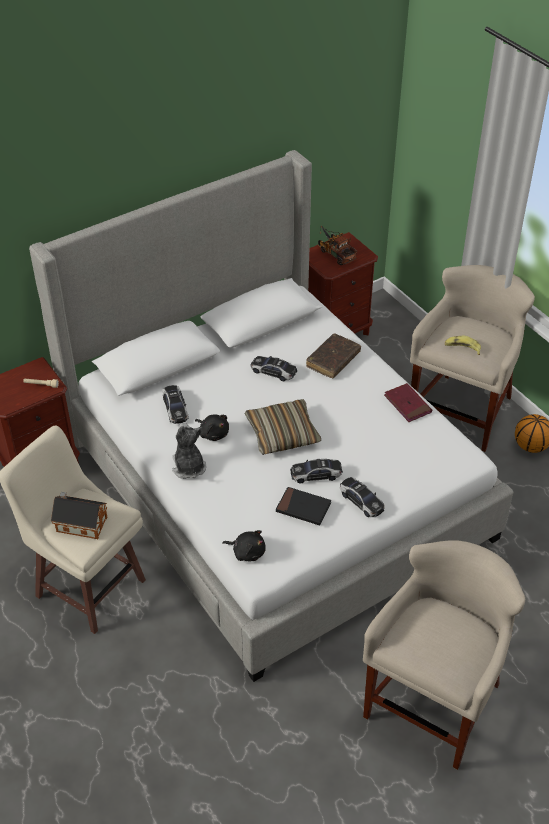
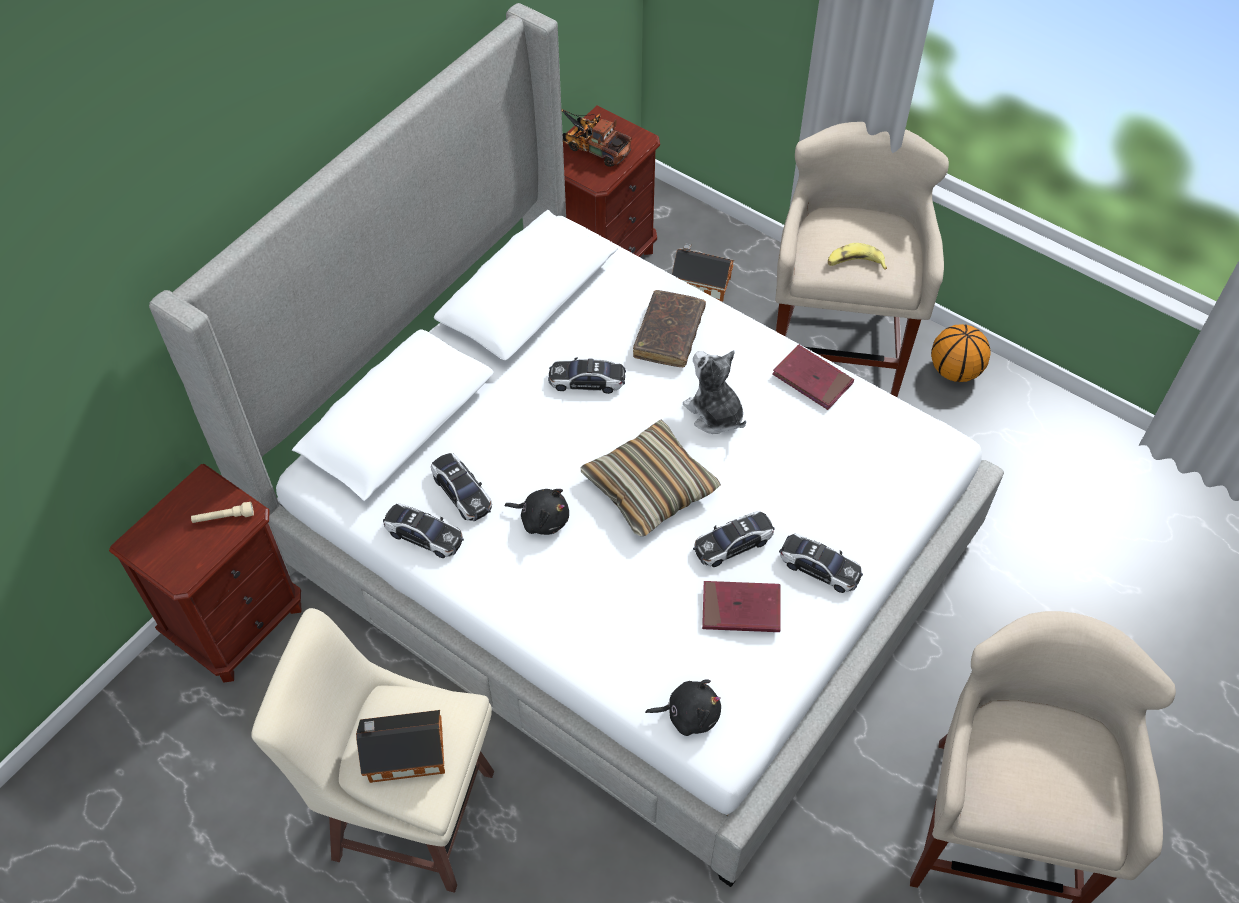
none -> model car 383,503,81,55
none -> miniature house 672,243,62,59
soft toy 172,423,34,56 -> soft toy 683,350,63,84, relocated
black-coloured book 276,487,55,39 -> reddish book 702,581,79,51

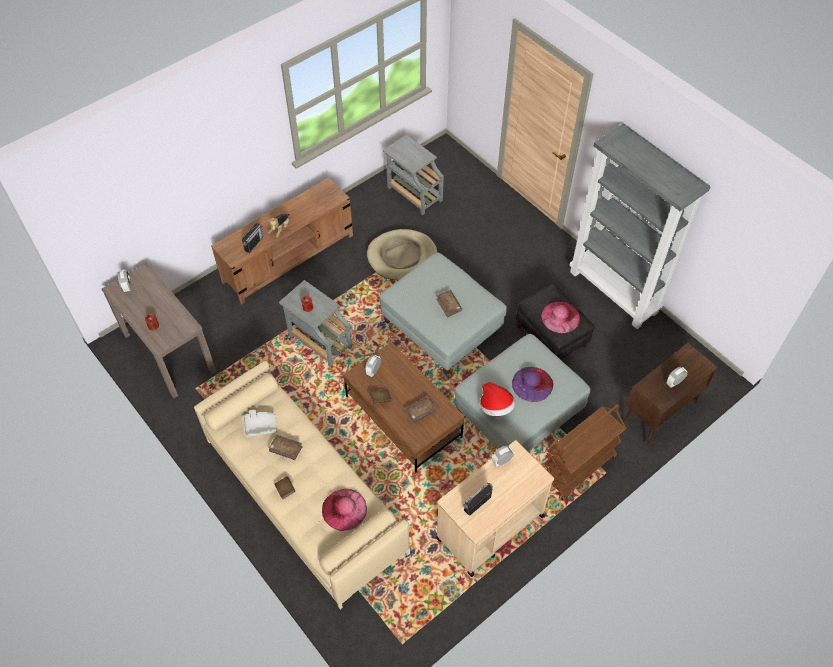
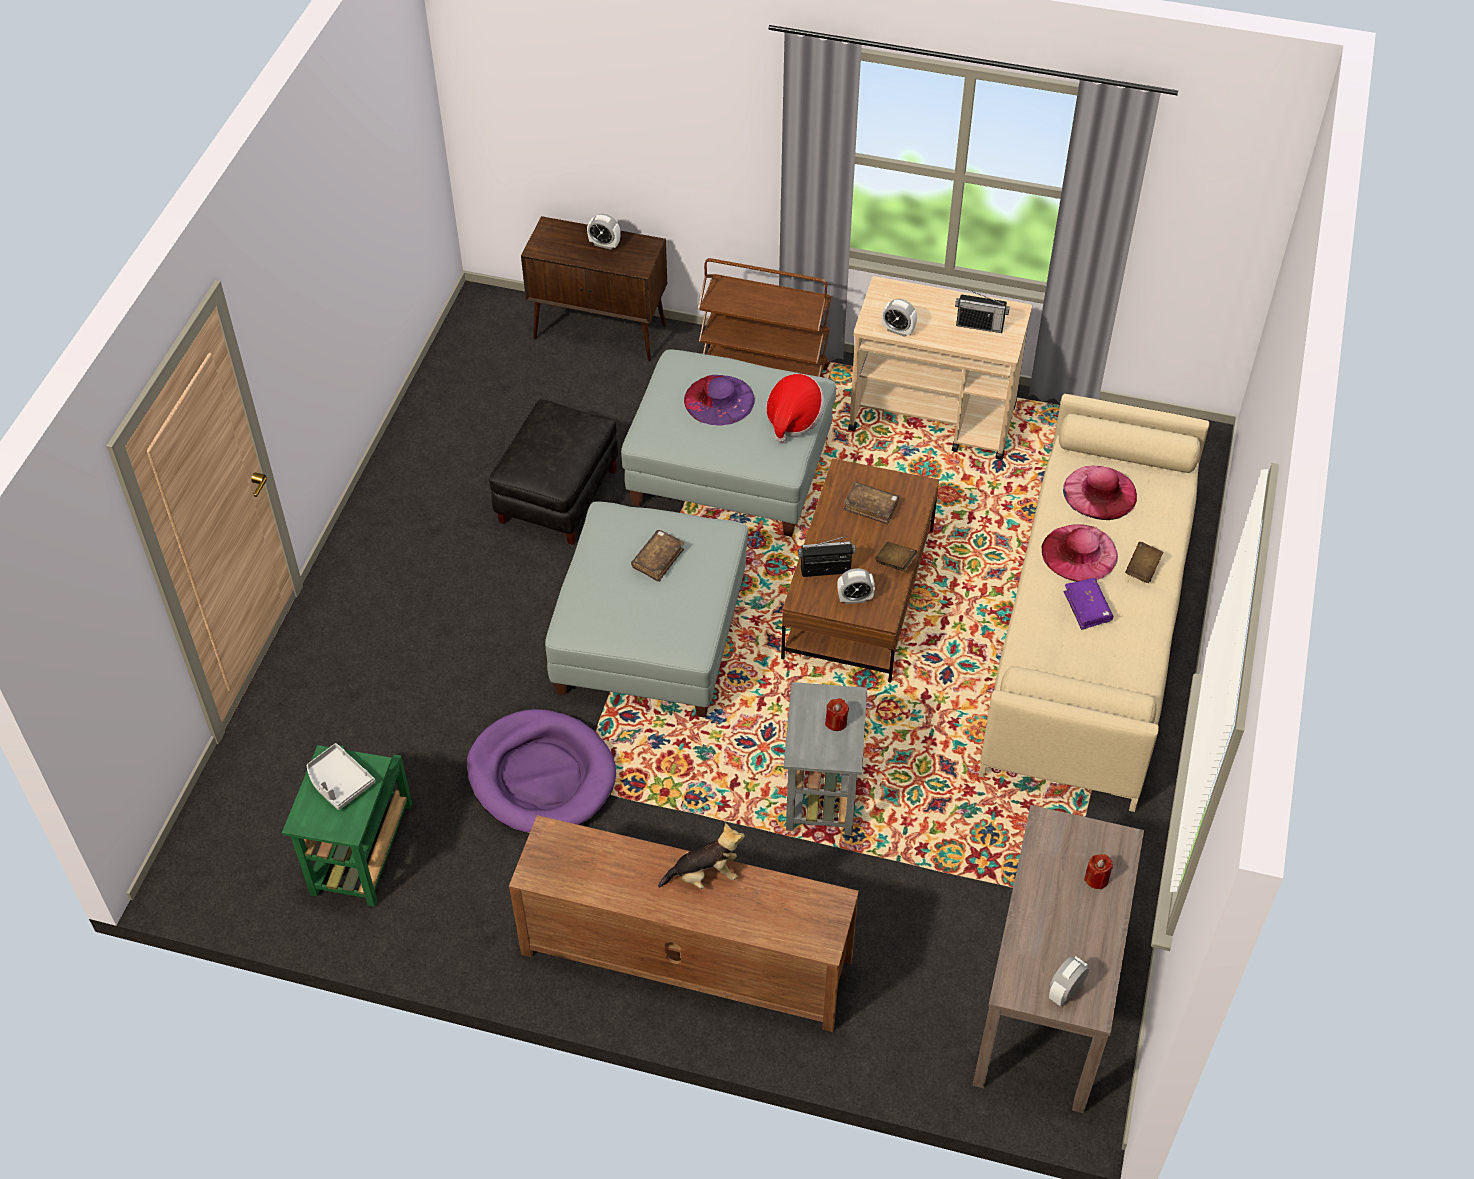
grey accent table 383,135,61,80 -> greenish accent table 282,745,130,162
grey carrying tray 243,410,34,27 -> grey carrying tray 307,743,68,67, relocated
beige dog cushion 367,229,71,51 -> purple-coloured dog cushion 467,709,149,125
radio 242,223,22,30 -> radio 798,536,58,41, relocated
pink-coloured wearable hat 541,302,39,31 -> pink-coloured wearable hat 1042,524,76,58, relocated
brown-coloured book 269,434,34,26 -> purple-coloured book 1064,578,49,52
grey bookcase 569,123,141,206 -> none

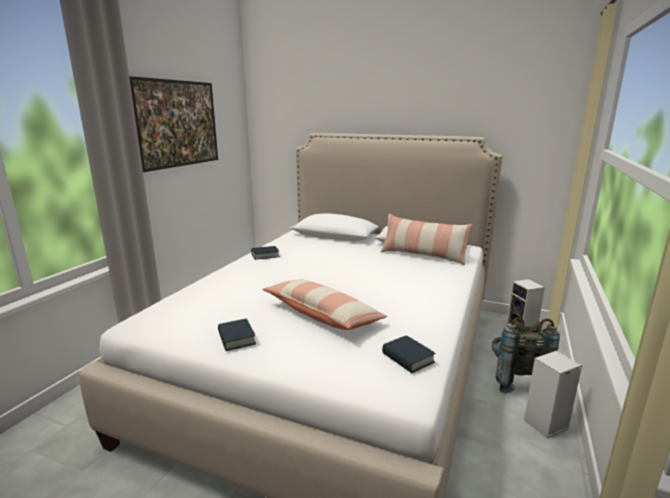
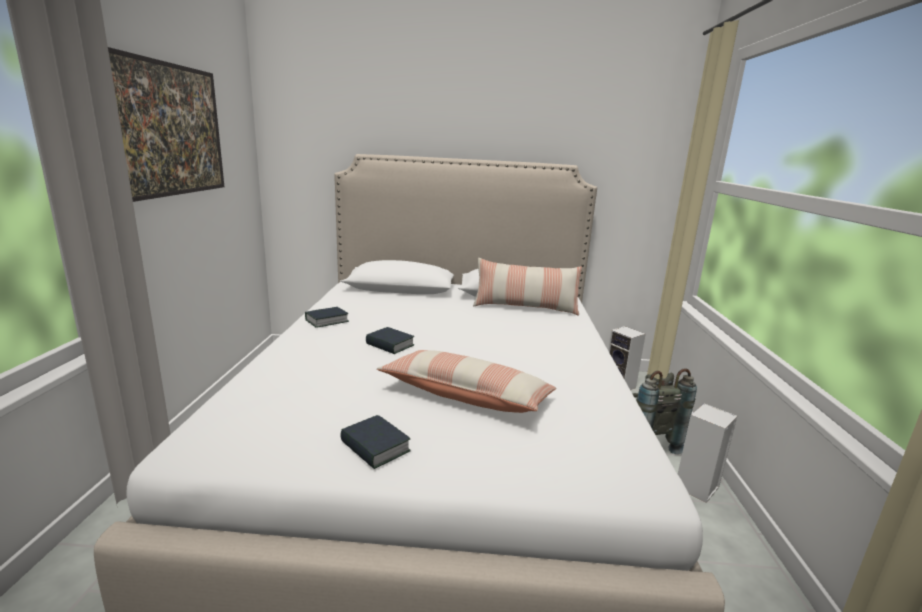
book 382,335,53,38 -> book 366,327,48,27, relocated

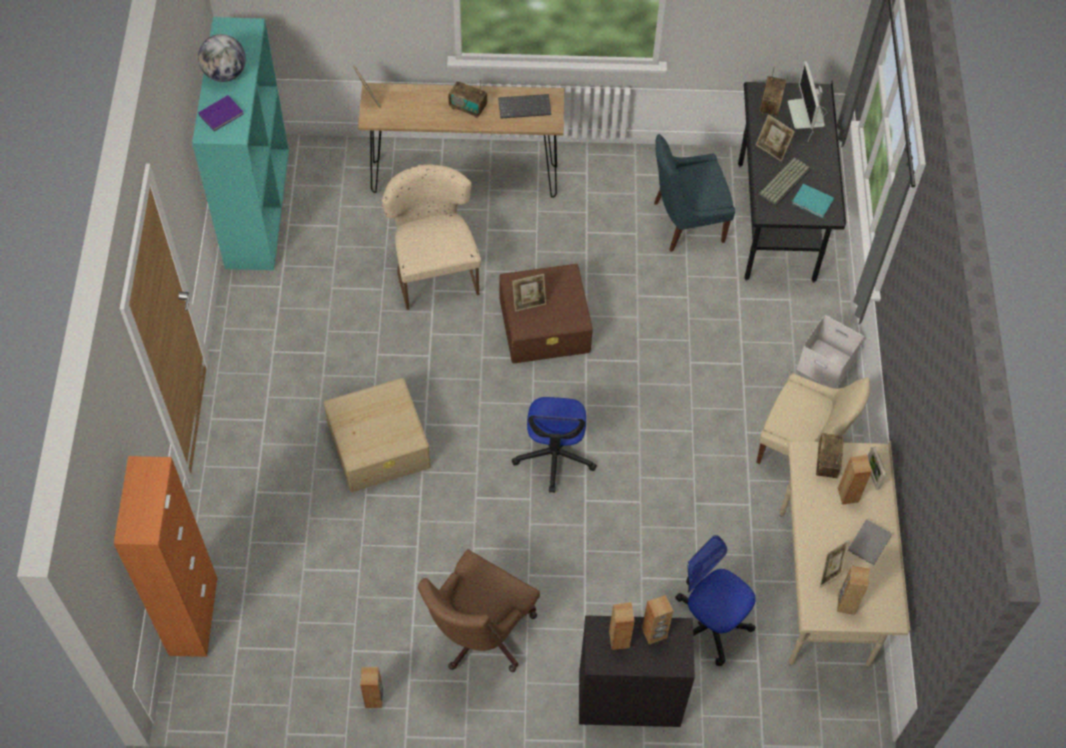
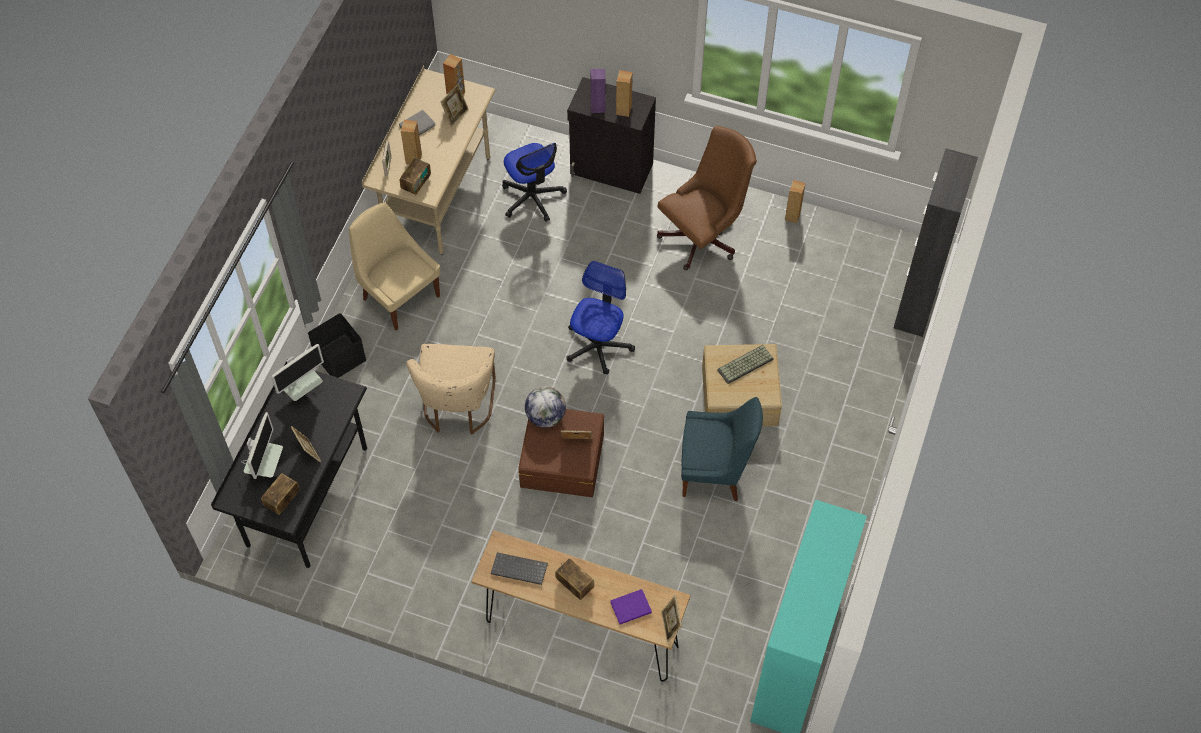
blue-green book 792,184,42,34 -> monitor 271,344,53,57
whitish storage box 797,315,67,73 -> black-coloured storage box 308,313,58,65
beige chair 382,165,99,145 -> beige chair 406,344,90,91, relocated
desk globe 198,34,48,48 -> desk globe 525,386,41,42, relocated
brown-coloured audio speaker 642,595,31,49 -> purple-coloured audio speaker 591,69,15,44
purple-coloured book 198,95,46,37 -> purple-coloured book 610,589,42,36, relocated
blue-coloured chair 654,134,81,118 -> blue-coloured chair 681,397,82,105, relocated
PC keyboard 758,157,54,50 -> PC keyboard 717,345,57,39, relocated
orangey storage cabinet 114,456,103,201 -> black-coloured storage cabinet 894,149,84,188

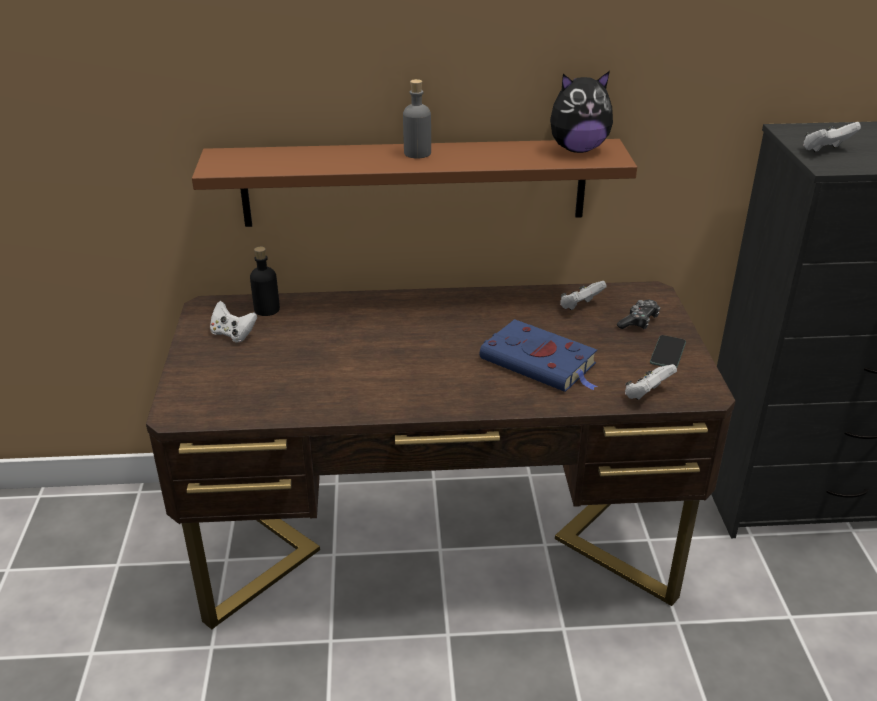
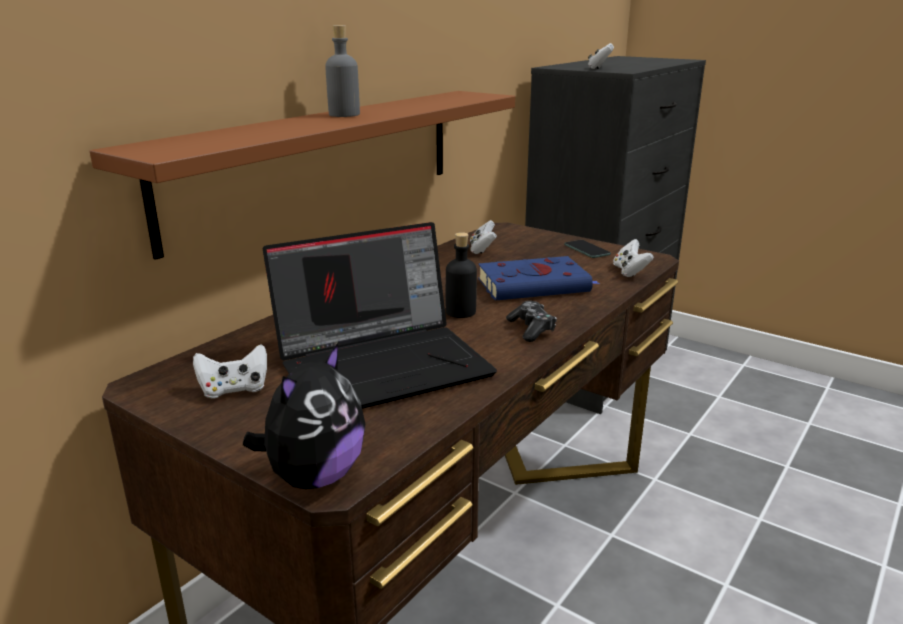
soft toy 550,71,63,82 -> soft toy 243,342,122,147, relocated
none -> laptop 263,222,234,187
black-coloured beverage bottle 250,247,30,69 -> black-coloured beverage bottle 446,232,31,86, relocated
gamepad 617,300,44,29 -> gamepad 506,301,51,41, relocated

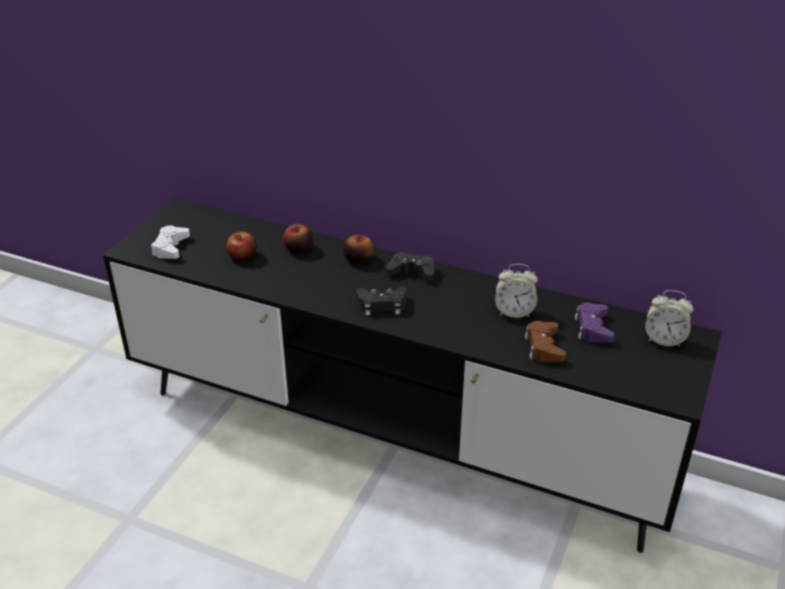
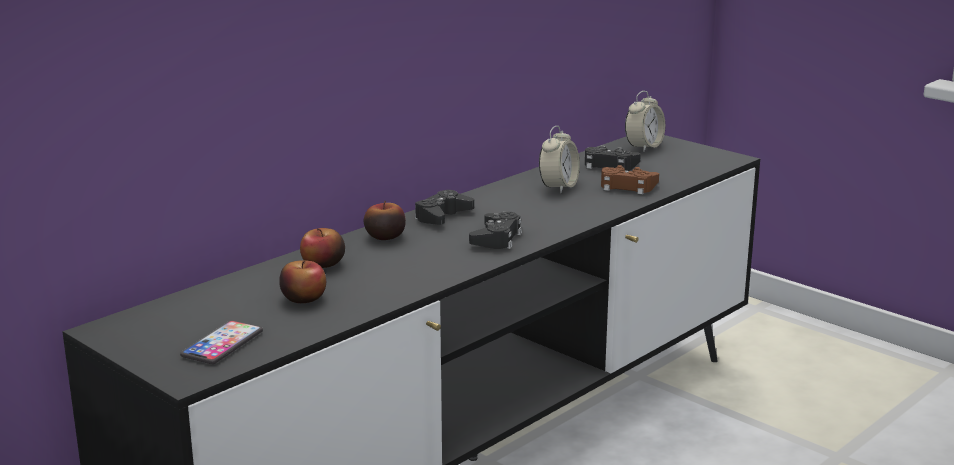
whitish gamepad 151,226,39,33 -> telephone 180,320,83,44
purple-coloured gamepad 575,303,39,40 -> black-coloured gamepad 585,145,56,26

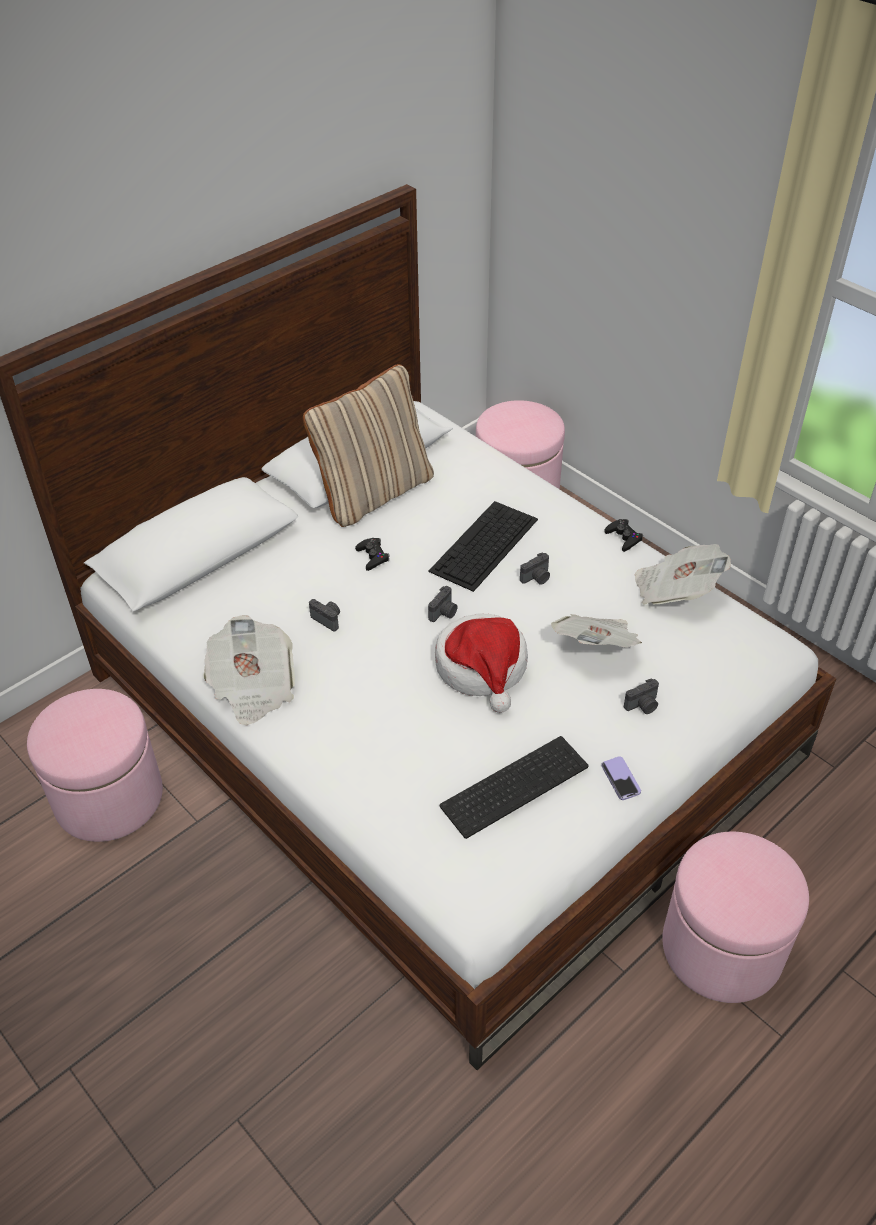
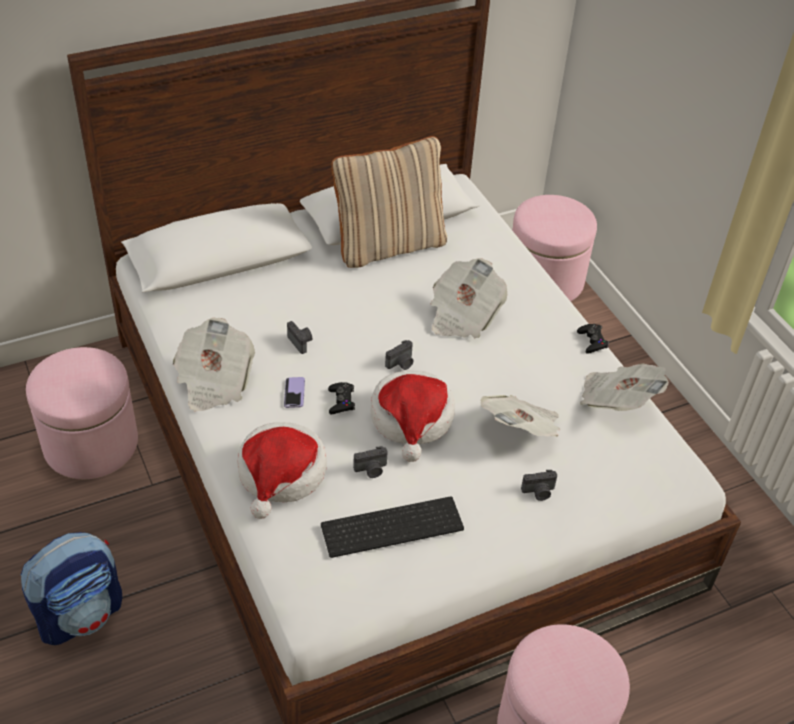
none -> rucksack 21,532,101,113
none -> wearable hat 237,422,90,97
telephone 602,756,39,44 -> telephone 284,377,21,31, relocated
black-coloured gamepad 355,538,35,33 -> black-coloured gamepad 328,382,27,32, relocated
photo camera 520,553,30,32 -> photo camera 353,446,35,32, relocated
PC keyboard 428,501,110,91 -> daily paper 430,258,78,80

